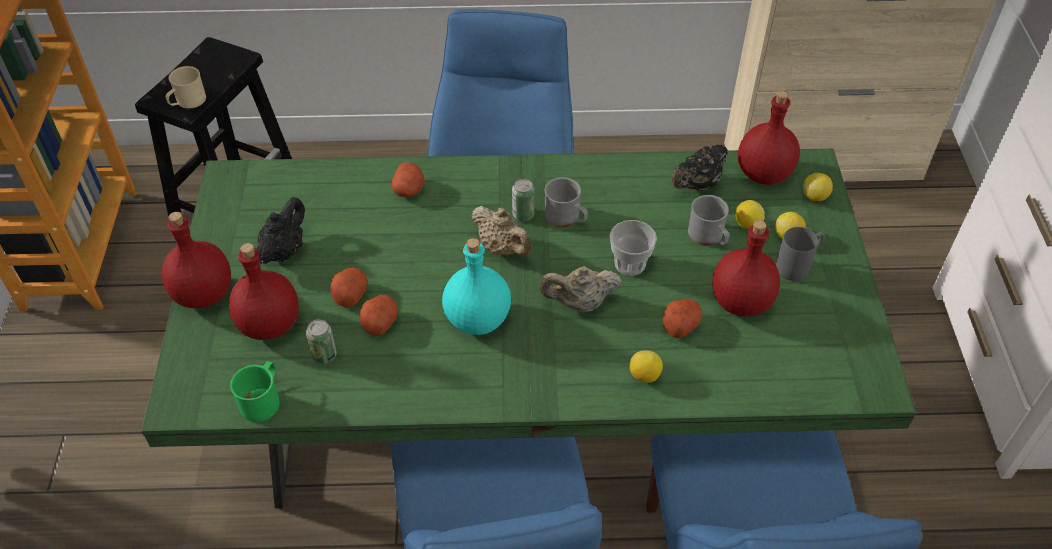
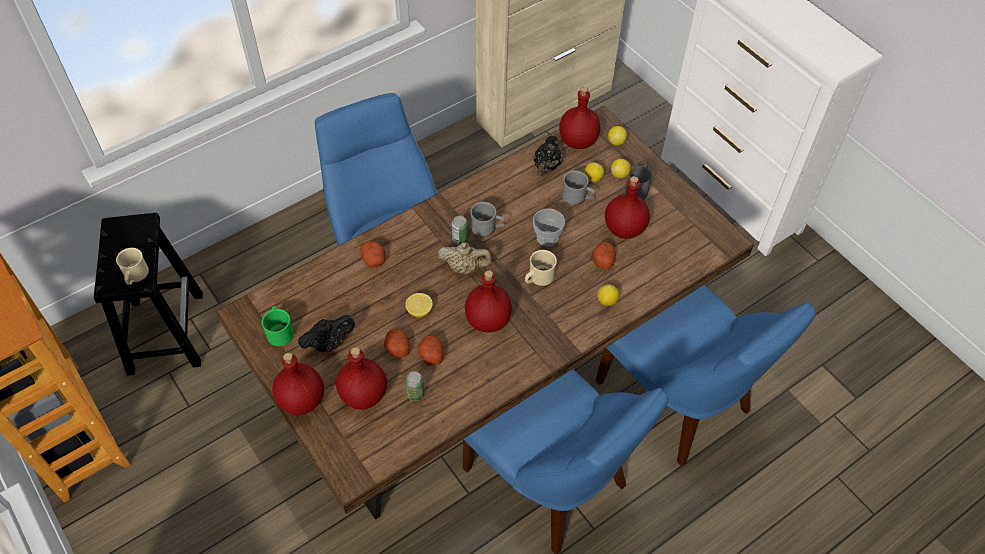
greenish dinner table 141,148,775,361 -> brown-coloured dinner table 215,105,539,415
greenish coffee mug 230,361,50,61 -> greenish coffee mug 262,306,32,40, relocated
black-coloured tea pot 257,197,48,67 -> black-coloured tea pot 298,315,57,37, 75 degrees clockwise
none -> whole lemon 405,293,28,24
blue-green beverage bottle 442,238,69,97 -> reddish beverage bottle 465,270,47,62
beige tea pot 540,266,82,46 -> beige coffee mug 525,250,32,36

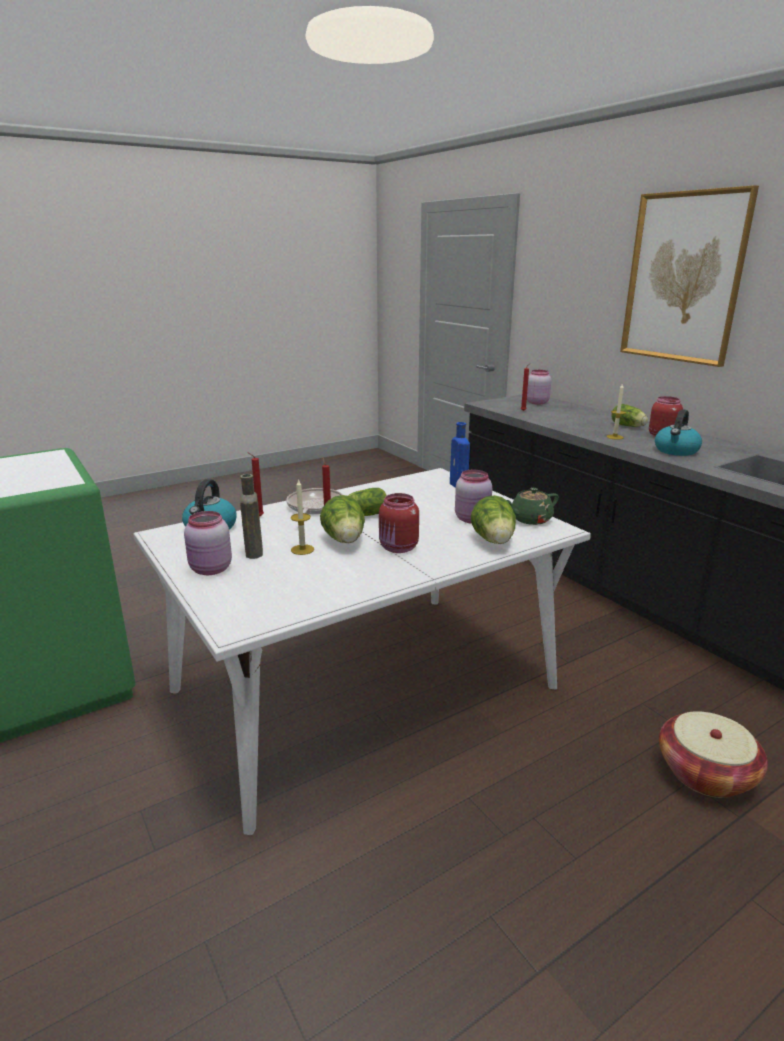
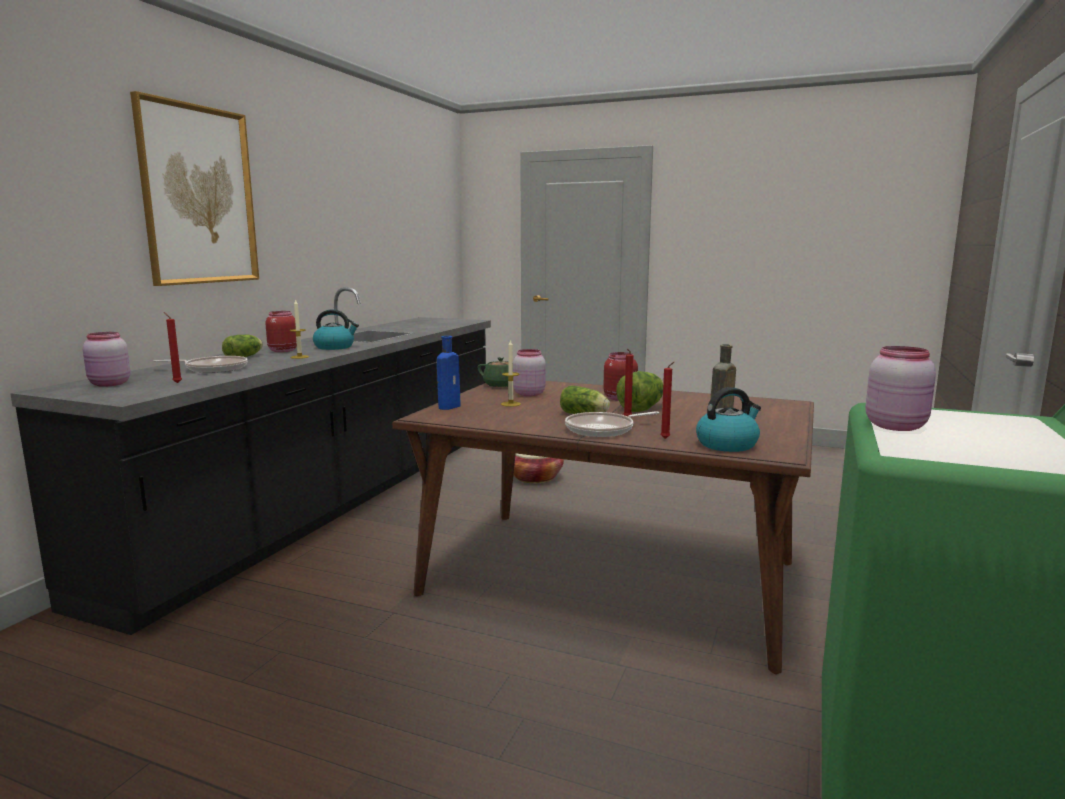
none -> frying pan 153,356,95,17
whitish dinner table 133,468,458,367 -> brown-coloured dinner table 392,381,422,293
wax candle 291,479,23,76 -> wax candle 501,339,20,68, relocated
pink-coloured storage jar 184,511,48,64 -> pink-coloured storage jar 865,346,71,85, relocated
head of lettuce 471,495,45,49 -> none

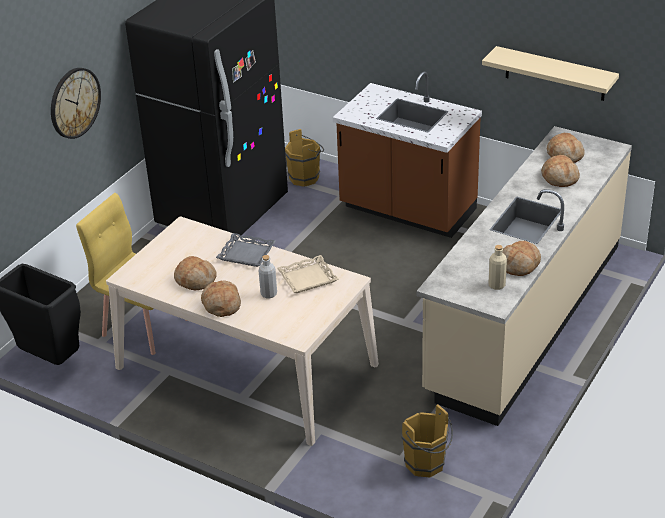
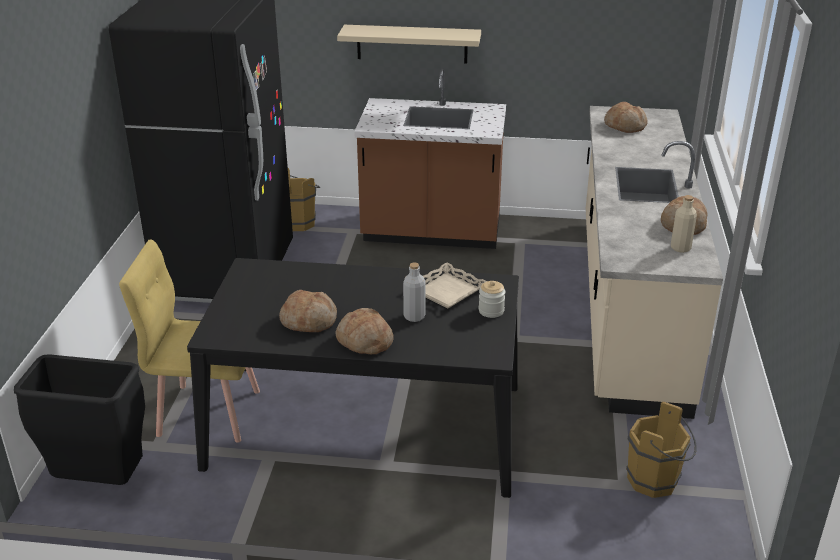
beige dinner table 106,216,273,230 -> black-coloured dinner table 187,258,332,240
beige shelf 482,46,137,55 -> beige shelf 337,25,144,39, relocated
none -> storage jar 478,281,27,37
wall clock 51,68,50,71 -> none
grey carrying tray 216,233,60,34 -> none
bakery bread 541,155,39,32 -> none

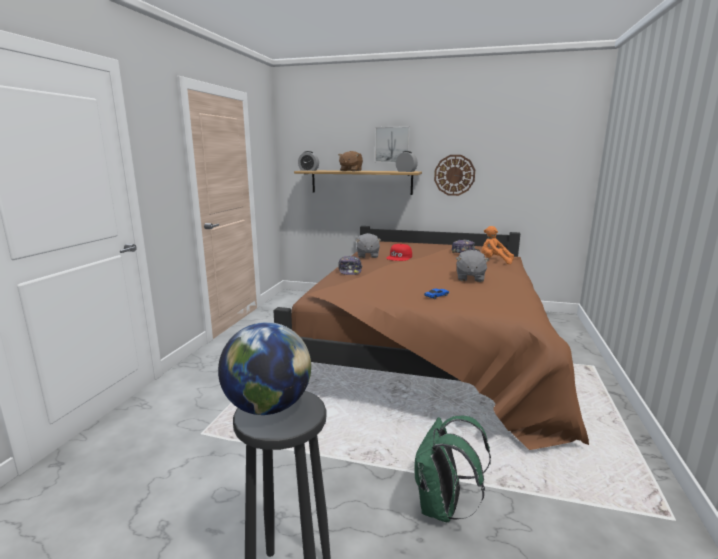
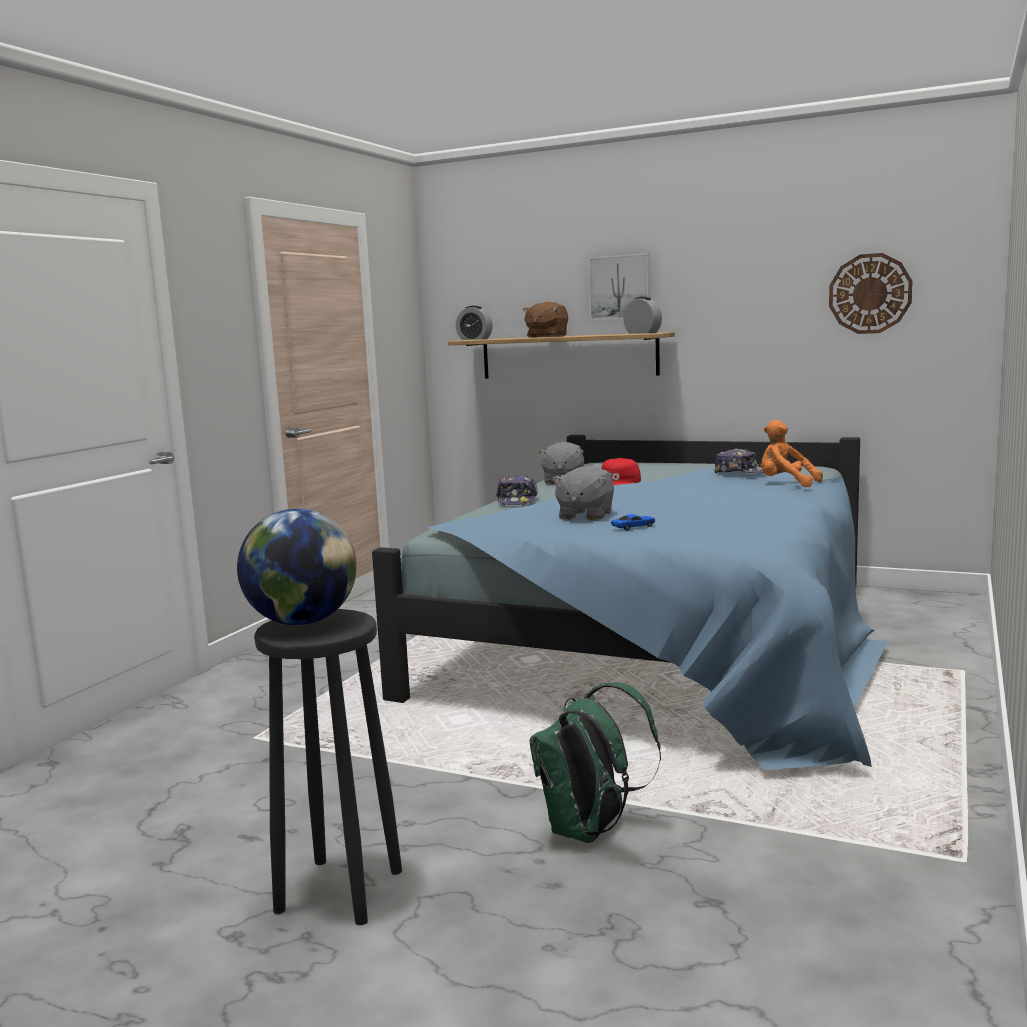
brown-coloured sleeping bed 274,226,315,224 -> blue-coloured sleeping bed 372,435,515,335
grey soft toy 456,250,33,32 -> grey soft toy 552,466,62,55, relocated
wall clock 434,155,41,41 -> wall clock 829,253,84,81, relocated

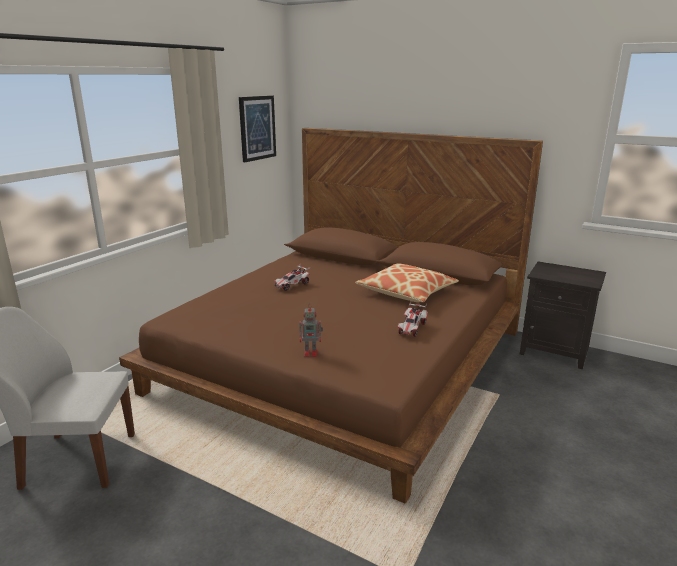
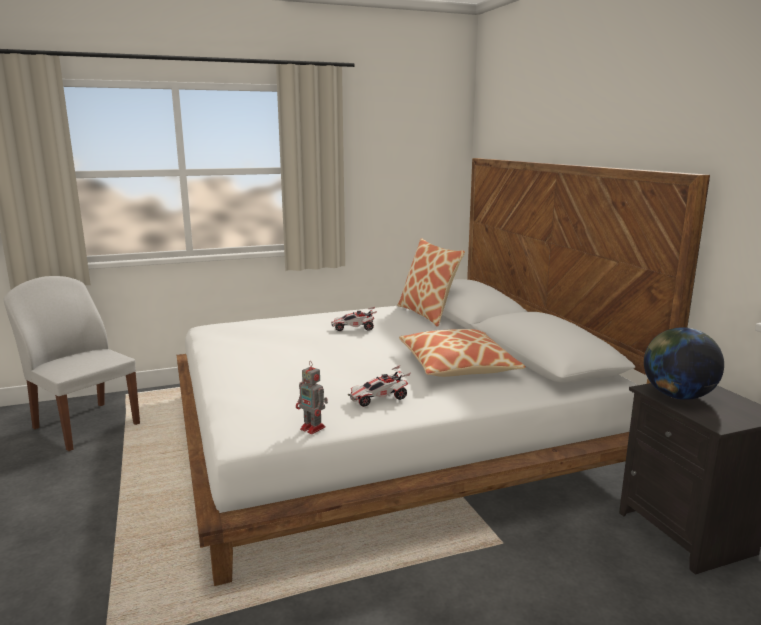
brown-coloured sleeping bed 119,128,424,376 -> whitish sleeping bed 177,158,533,428
robot figure 299,304,24,53 -> robot figure 296,362,32,72, relocated
none -> pillow 397,238,68,89
none -> desk globe 644,327,80,73
wall art 239,96,37,66 -> none

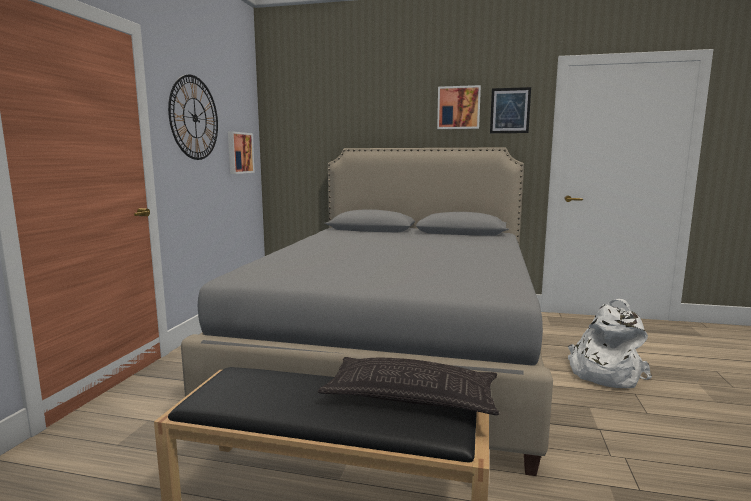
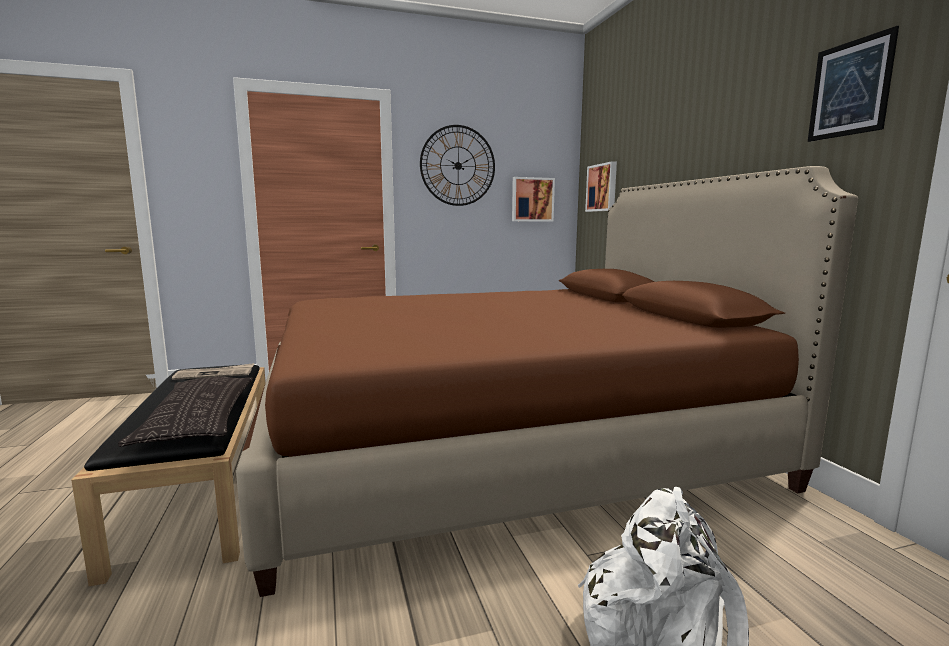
none -> daily paper 172,363,82,17
grey sleeping bed 181,148,372,328 -> brown-coloured sleeping bed 236,166,622,431
wall art 437,85,44,44 -> wall art 585,161,32,51, relocated

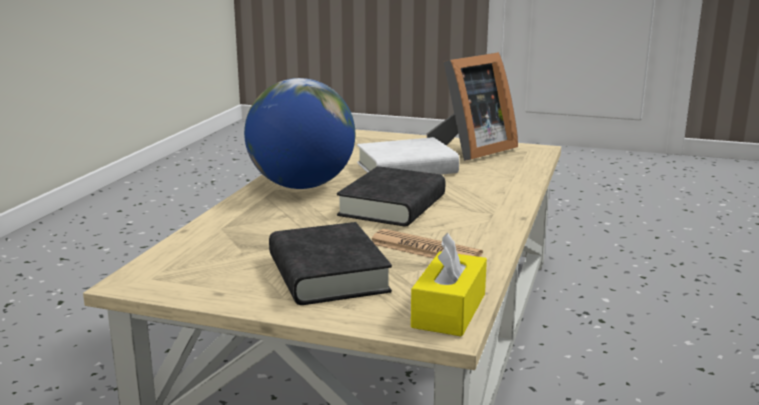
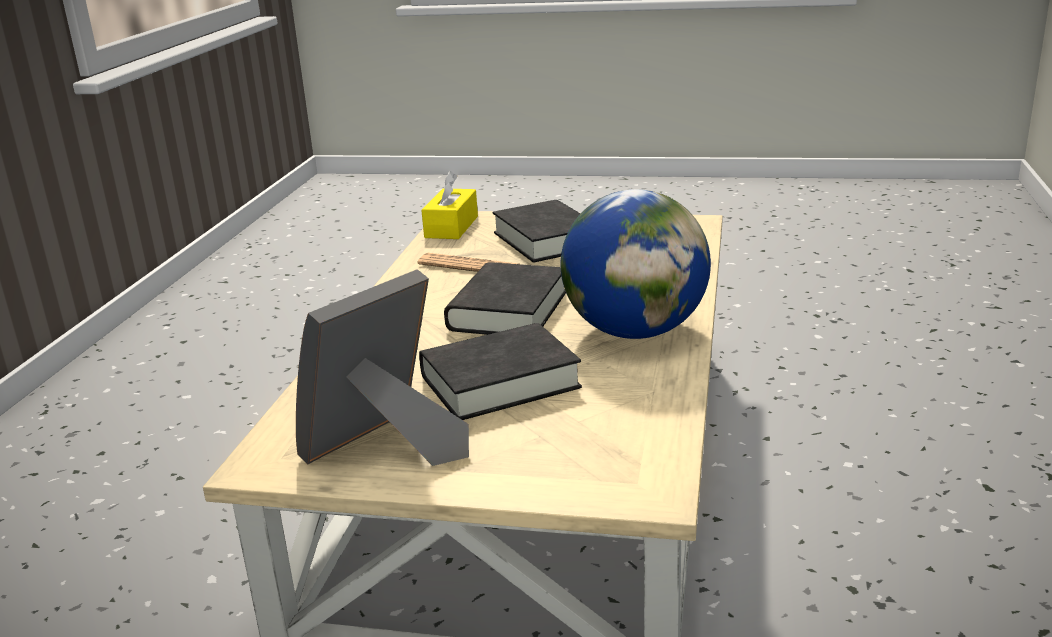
whitish book 357,137,102,38 -> black-coloured book 419,323,163,97

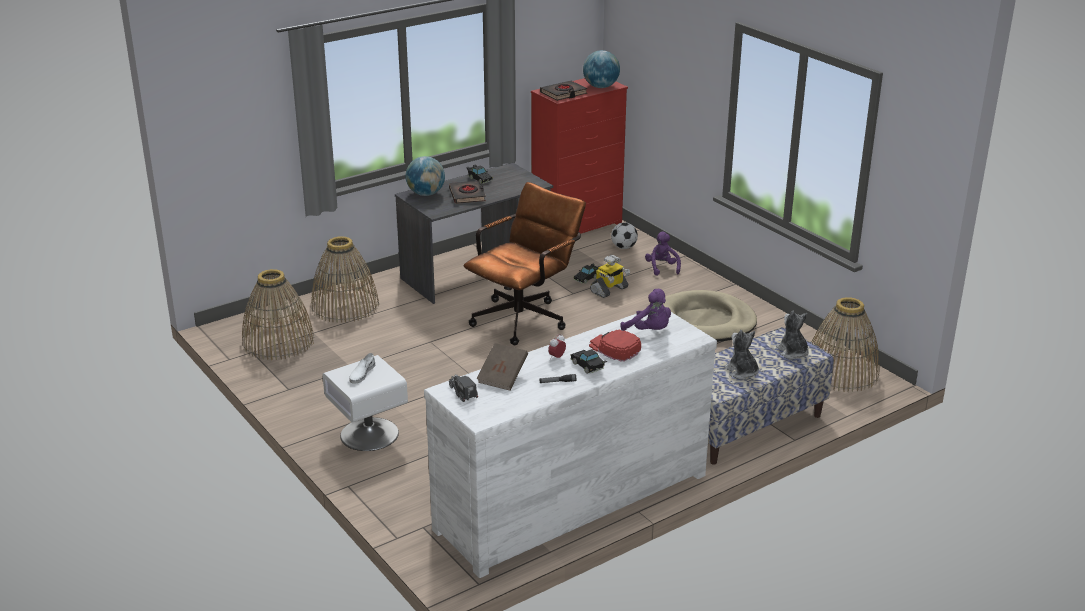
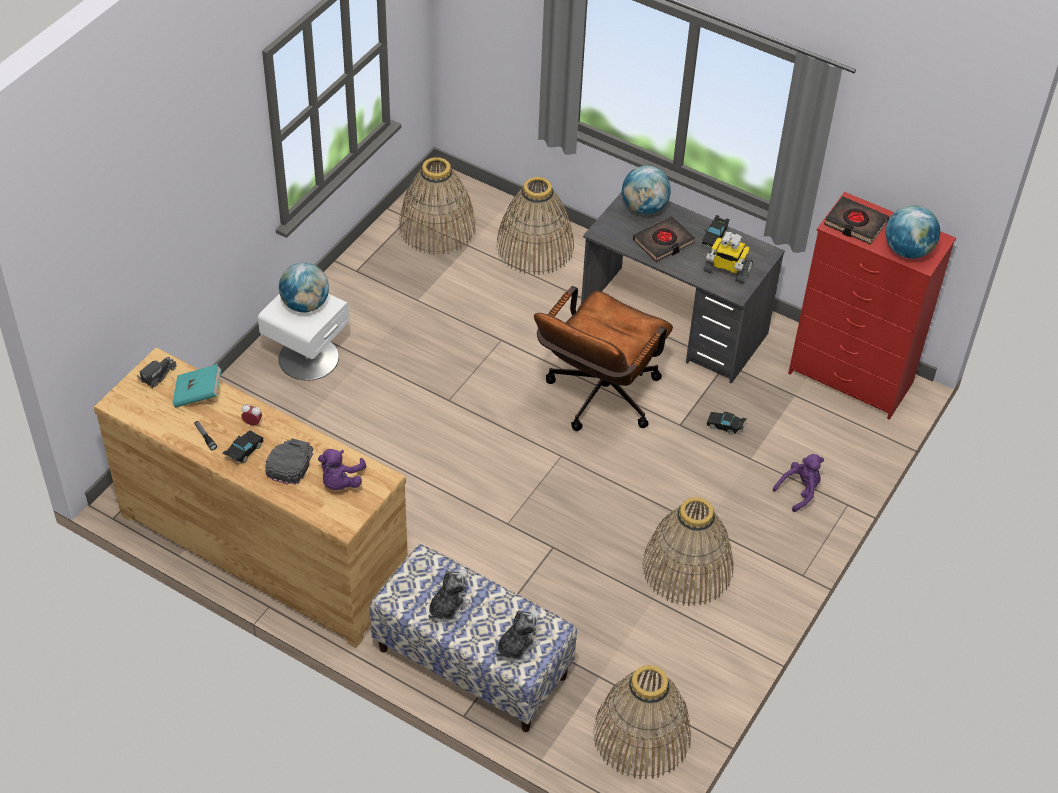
whitish dresser 424,312,293,266 -> brown-coloured dresser 94,347,314,301
brown-coloured book 477,343,51,47 -> blue-green book 172,364,49,43
reddish baseball cap 589,330,52,32 -> black-coloured baseball cap 265,438,48,47
whitish low shoe 349,353,26,31 -> desk globe 279,263,50,50
brown-coloured office chair 464,182,122,163 -> brown-coloured office chair 534,286,139,145, 105 degrees clockwise
beige dog cushion 663,290,94,52 -> storage basket 642,497,91,109
robot figure 590,255,40,43 -> robot figure 703,232,50,52, relocated
ball for football 611,222,27,27 -> none

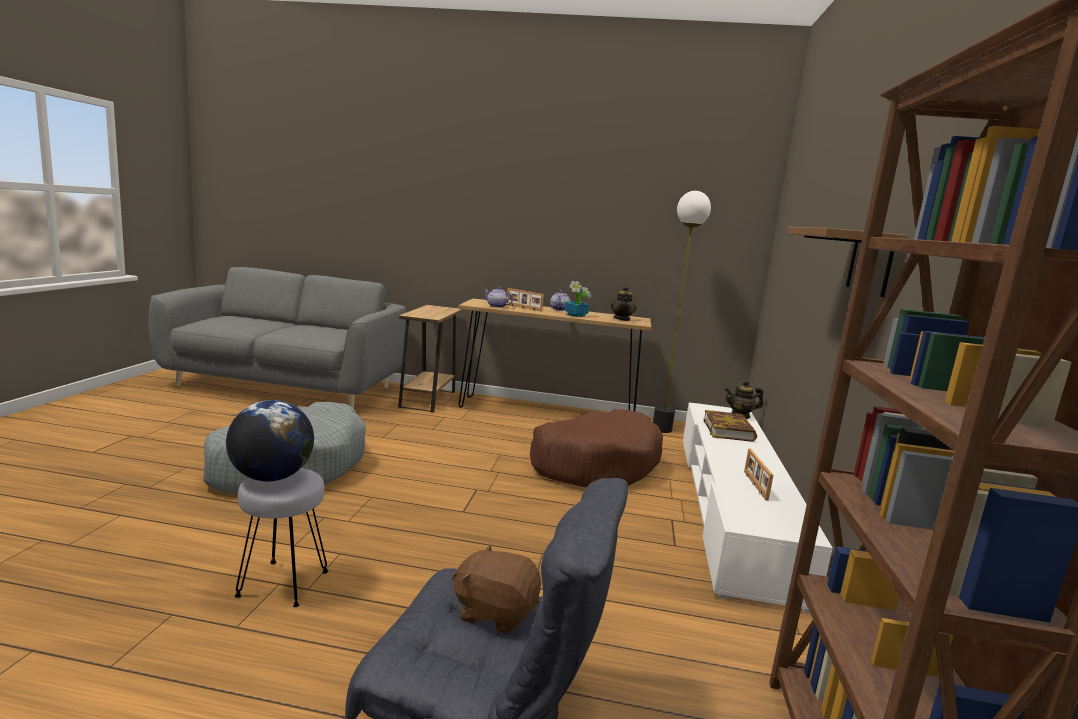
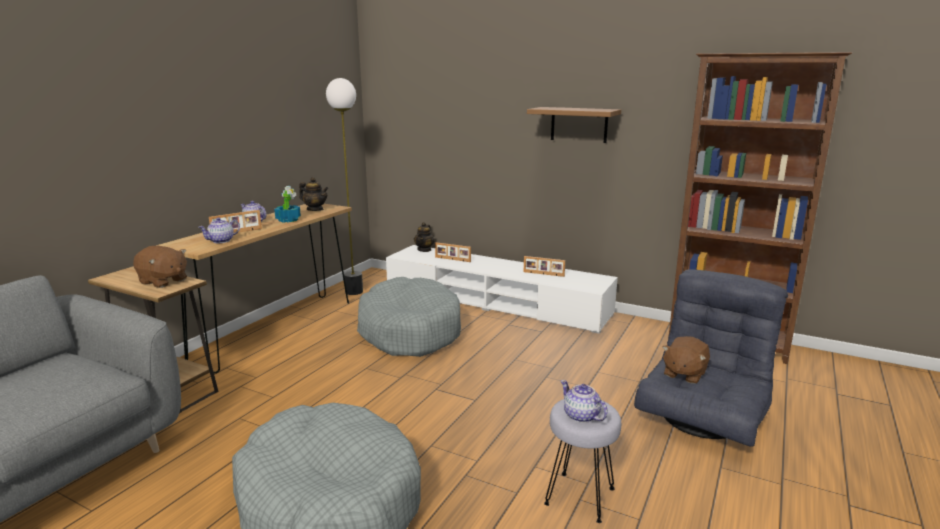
none -> brown-coloured soft toy 133,246,54,42
brown-coloured dog cushion 530,409,133,78 -> grey dog cushion 357,277,104,80
book 704,410,53,32 -> picture frame 435,242,36,20
desk globe 226,400,88,81 -> tea pot 561,380,47,43

